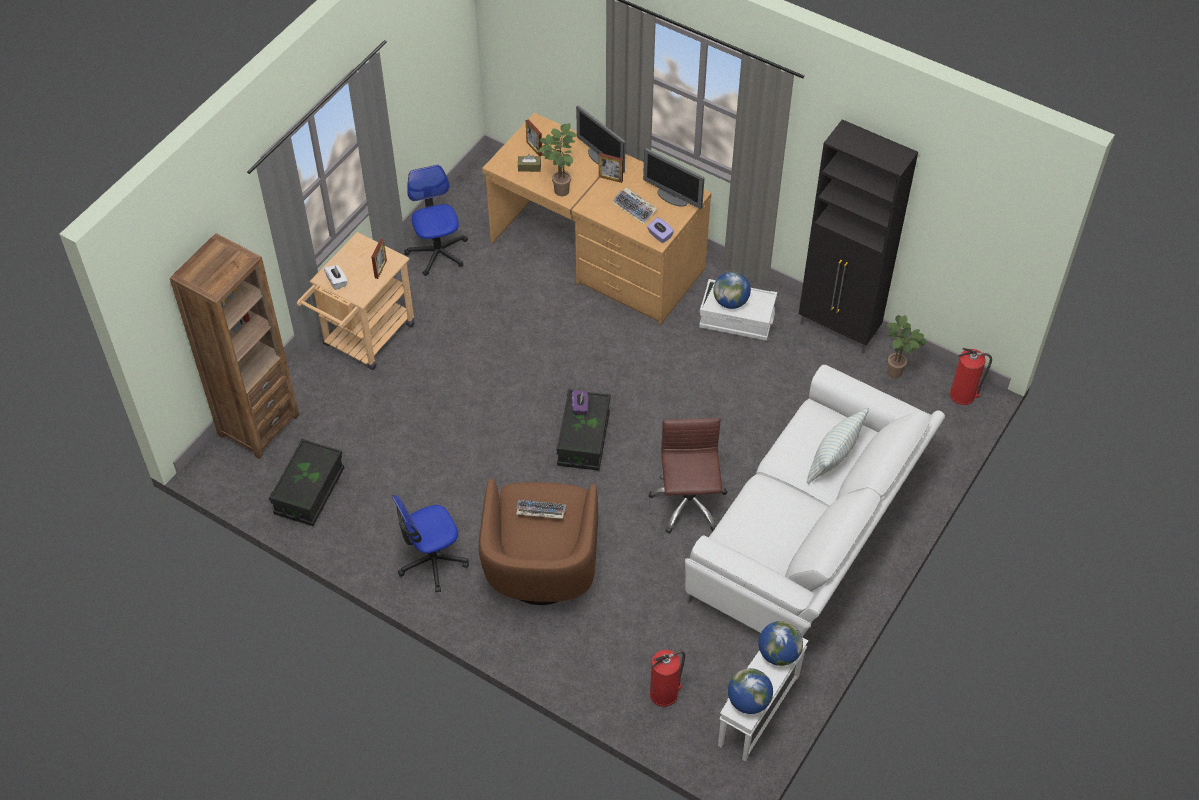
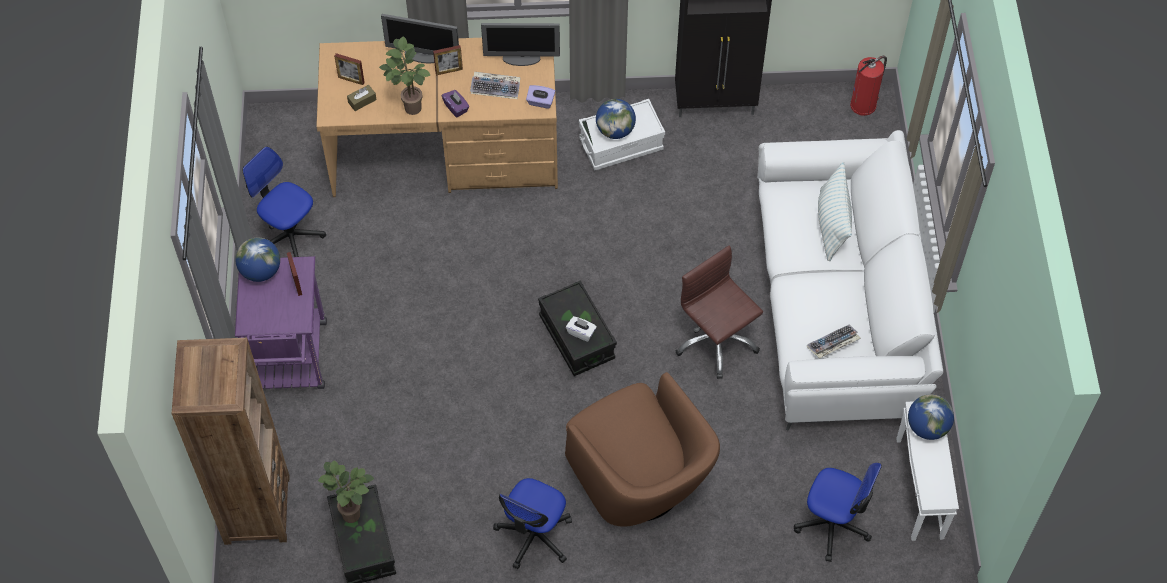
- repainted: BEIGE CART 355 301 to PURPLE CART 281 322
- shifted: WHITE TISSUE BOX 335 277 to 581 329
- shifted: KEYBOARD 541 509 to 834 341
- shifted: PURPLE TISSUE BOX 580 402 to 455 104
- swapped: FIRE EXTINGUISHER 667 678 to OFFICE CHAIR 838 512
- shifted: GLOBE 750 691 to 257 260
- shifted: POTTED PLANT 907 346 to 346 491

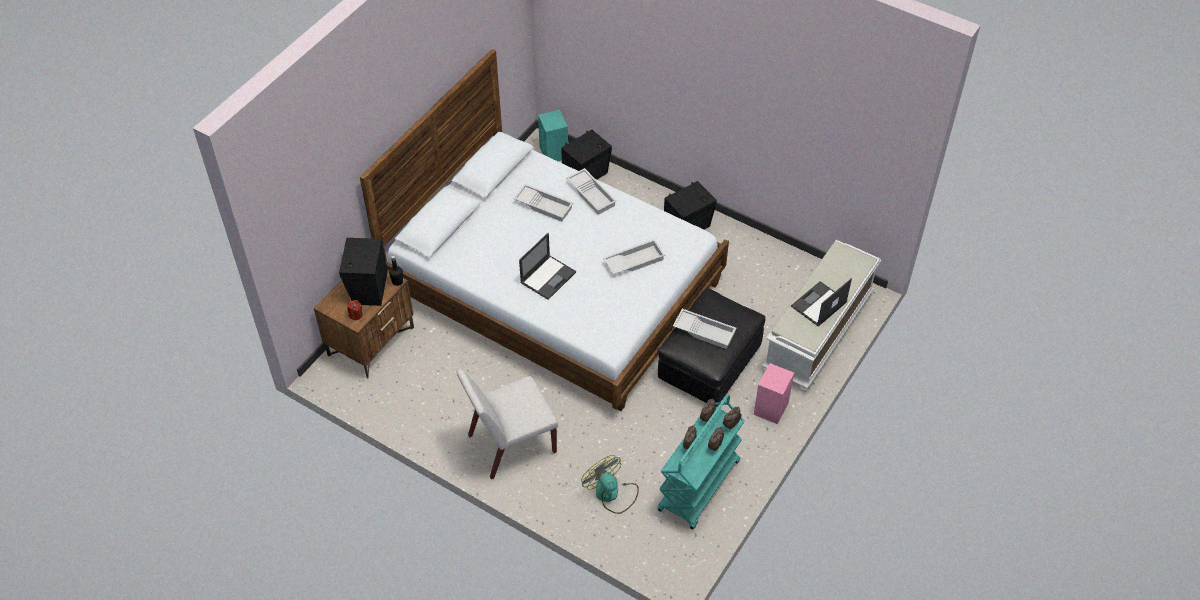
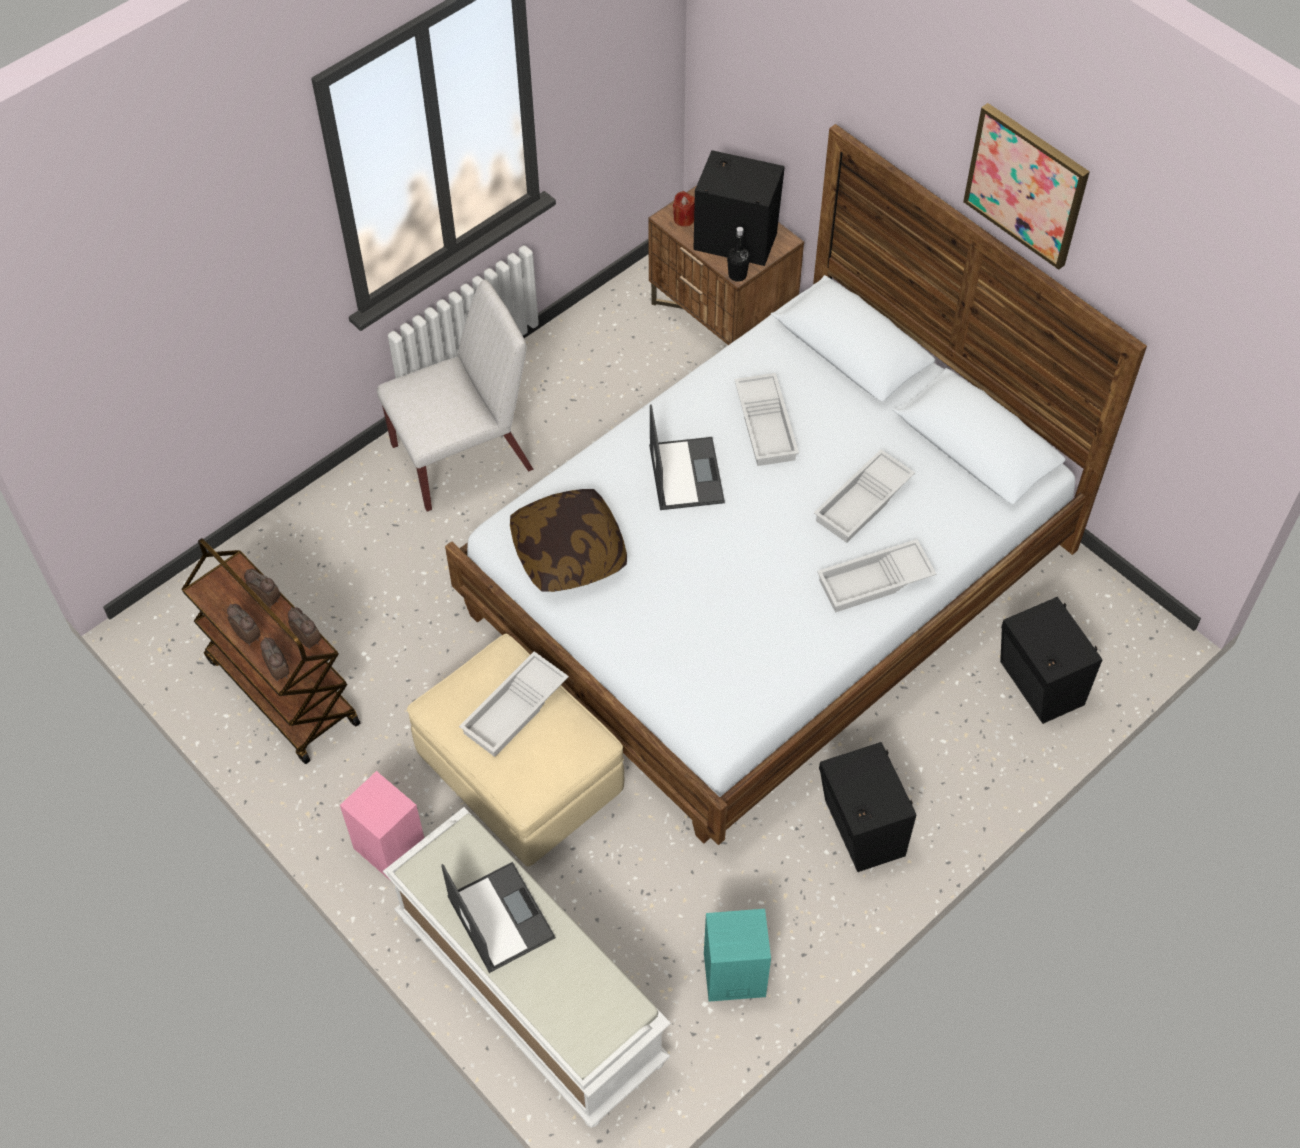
- rotated: WHITE CHAIR 507 424 = 455 396 75 degrees clockwise
- rotated: LAPTOP 547 266 = 687 457 150 degrees counterclockwise
- shifted: TURQUOISE SPEAKER 553 135 to 737 955
- gone: FAN 610 484
- shifted: WHITE TRAY 634 257 to 766 419
- repainted: TURQUOISE CART 700 461 to BROWN CART 270 651
- repainted: BLACK OTTOMAN 711 347 to BEIGE OTTOMAN 515 750
- new: PILLOW 568 540
- new: PICTURE 1026 186

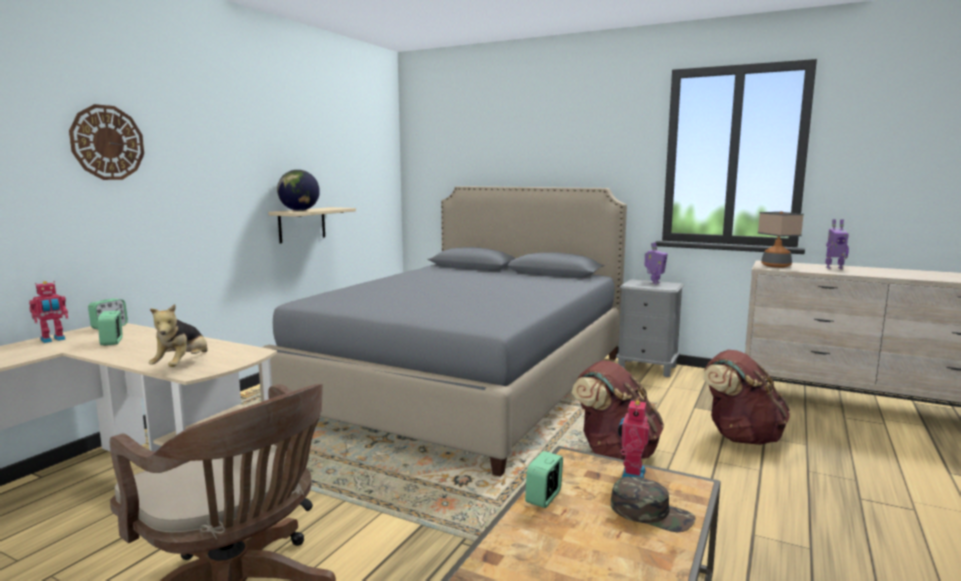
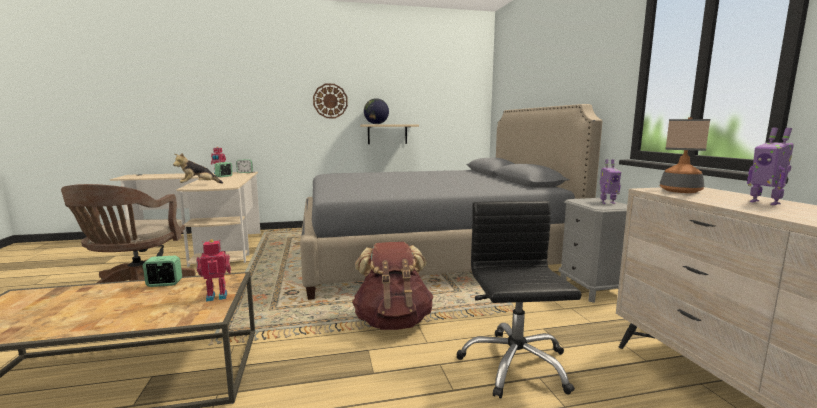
- shifted: WALL CLOCK 106 142 to 330 101
- gone: GREEN CAP 653 504
- swapped: BROWN BACKPACK 746 397 to BLACK OFFICE CHAIR 519 300

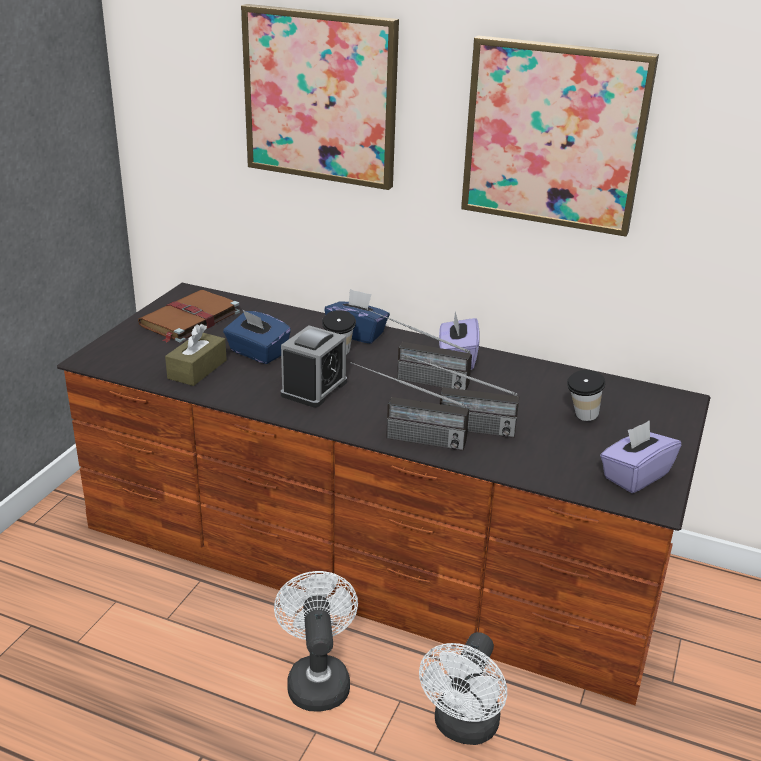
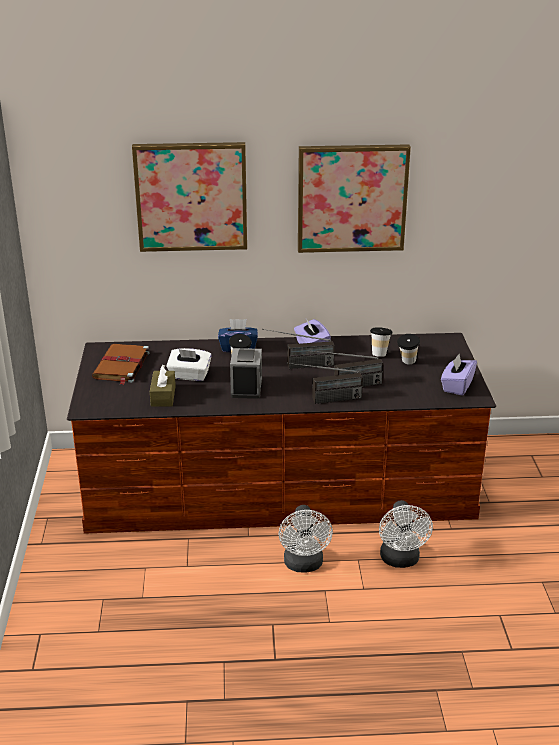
- repainted: BLUE TISSUE BOX 257 336 to WHITE TISSUE BOX 189 364
- rotated: WHITE FAN 316 641 = 306 539 150 degrees counterclockwise
- new: CUP 381 342

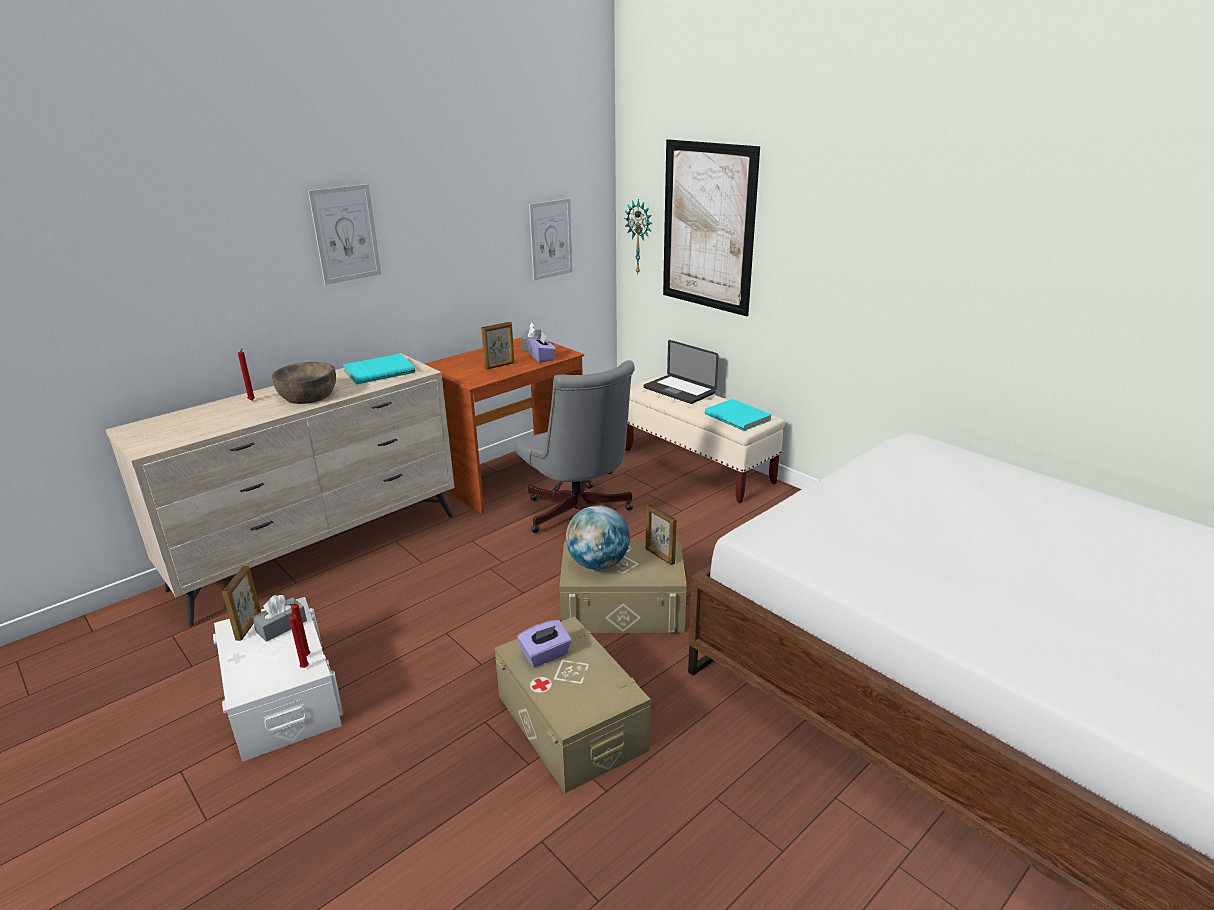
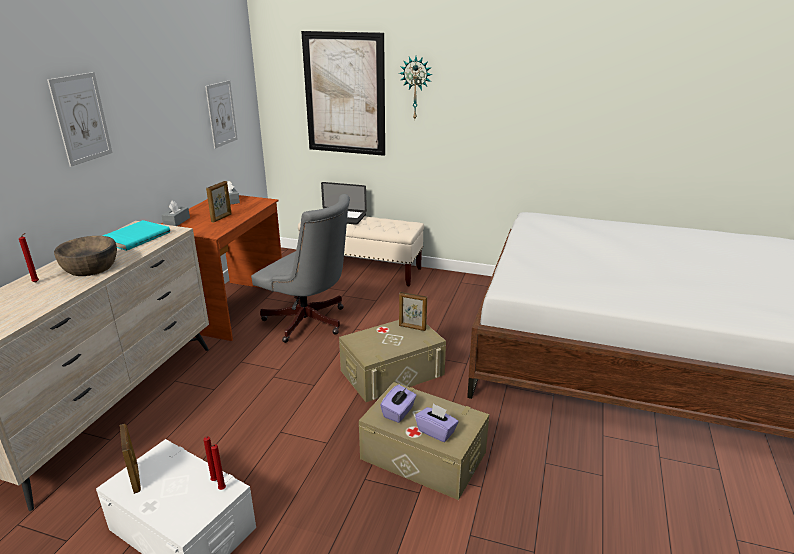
- shifted: GREY TISSUE BOX 279 618 to 176 213
- shifted: PURPLE TISSUE BOX 541 347 to 436 422
- gone: GLOBE 598 537
- shifted: WALL CLOCK 638 236 to 415 87
- gone: TURQUOISE BOOK 738 415

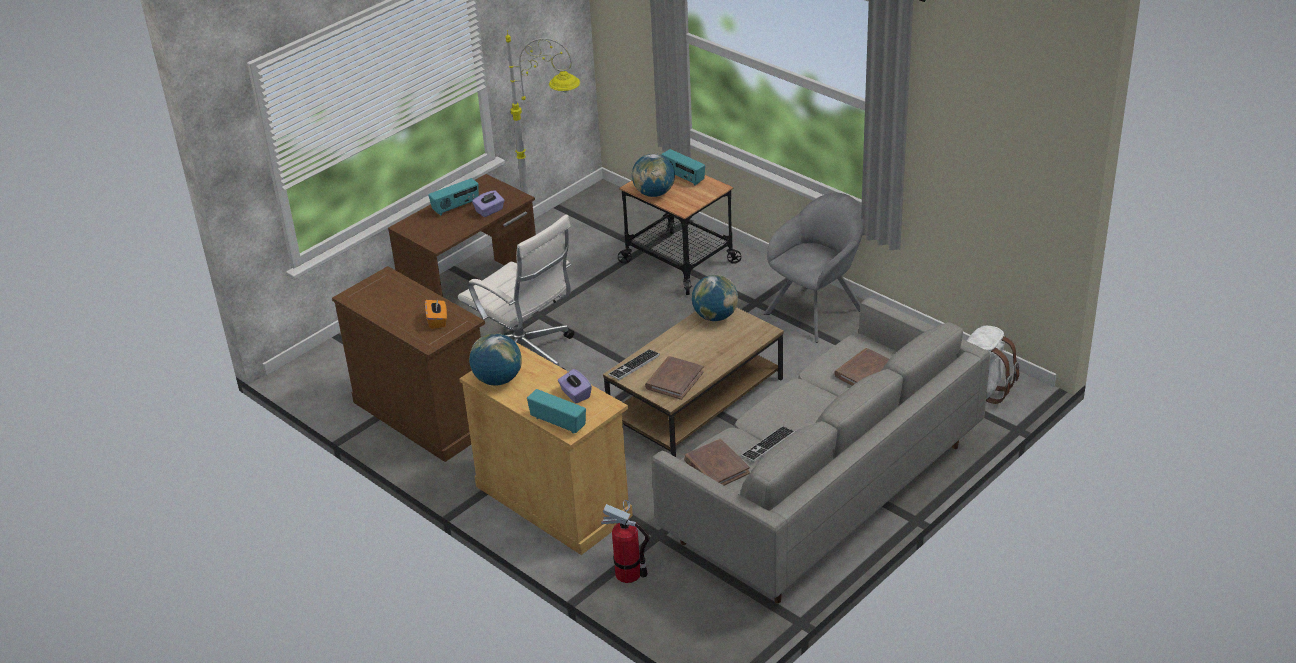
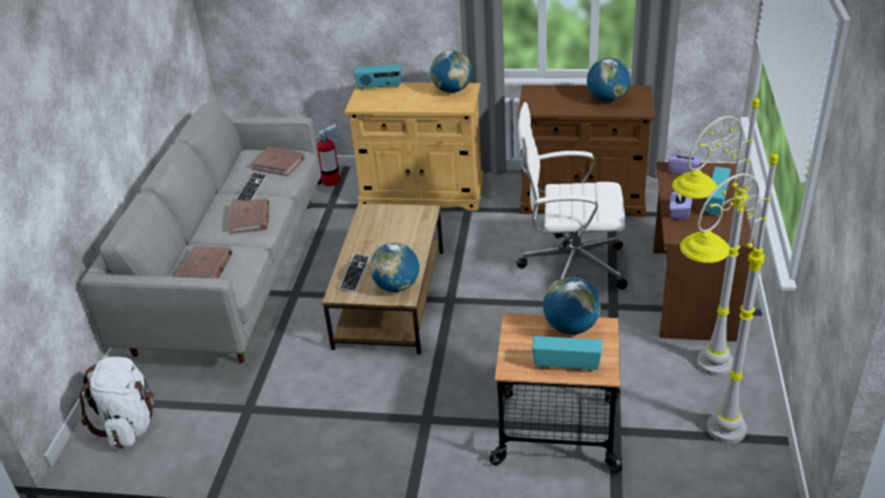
- gone: ORANGE TISSUE BOX 436 314
- shifted: PURPLE TISSUE BOX 575 386 to 684 161
- shifted: KEYBOARD 634 364 to 354 273
- shifted: BROWN BOOK 674 378 to 248 216
- gone: GREY ARMCHAIR 814 268
- new: GLOBE 609 80
- new: GREY FLOOR LAMP 729 295

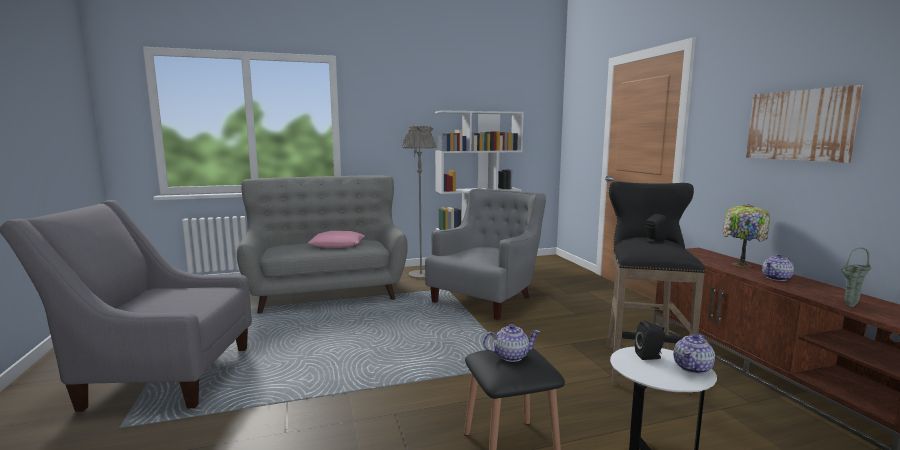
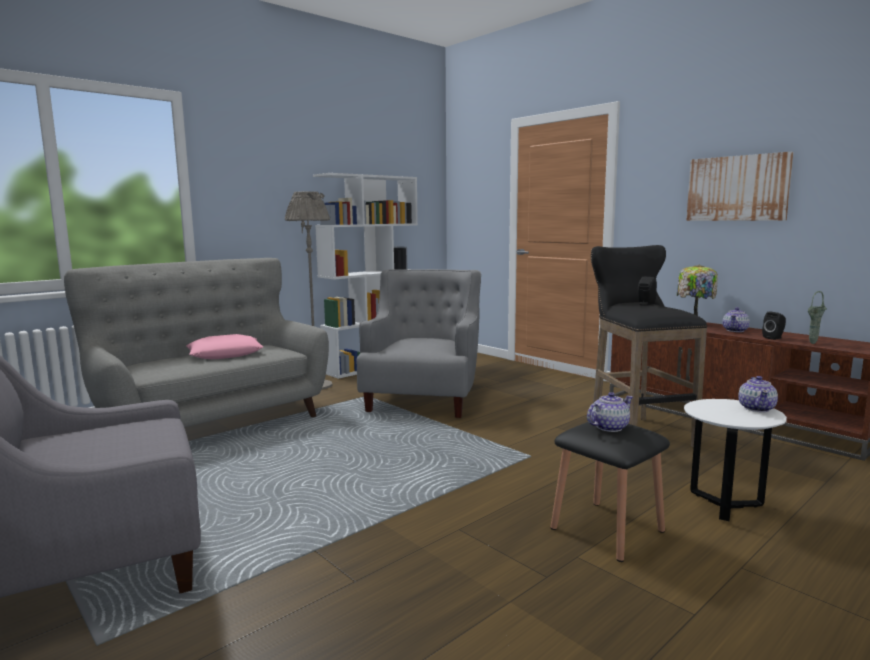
- shifted: BLACK SPEAKER 650 340 to 774 325

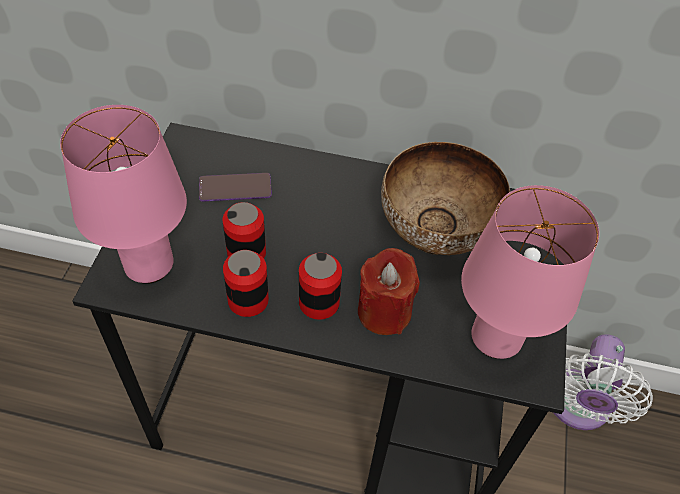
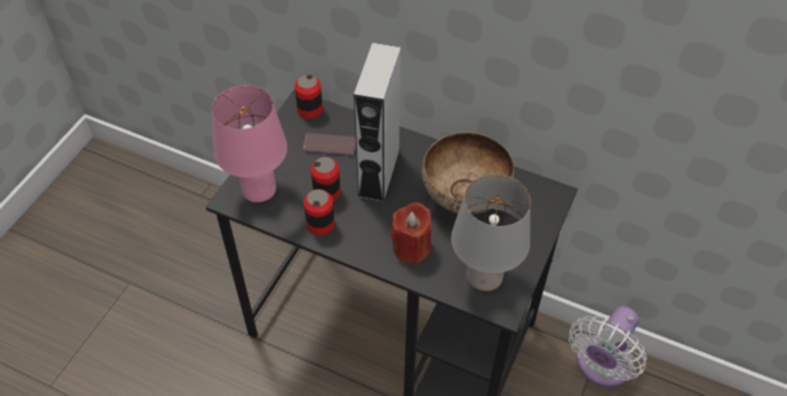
- shifted: CAN 320 286 to 309 97
- repainted: PINK TABLE LAMP 530 272 to GREY TABLE LAMP 491 232
- new: GREY SPEAKER 377 123

